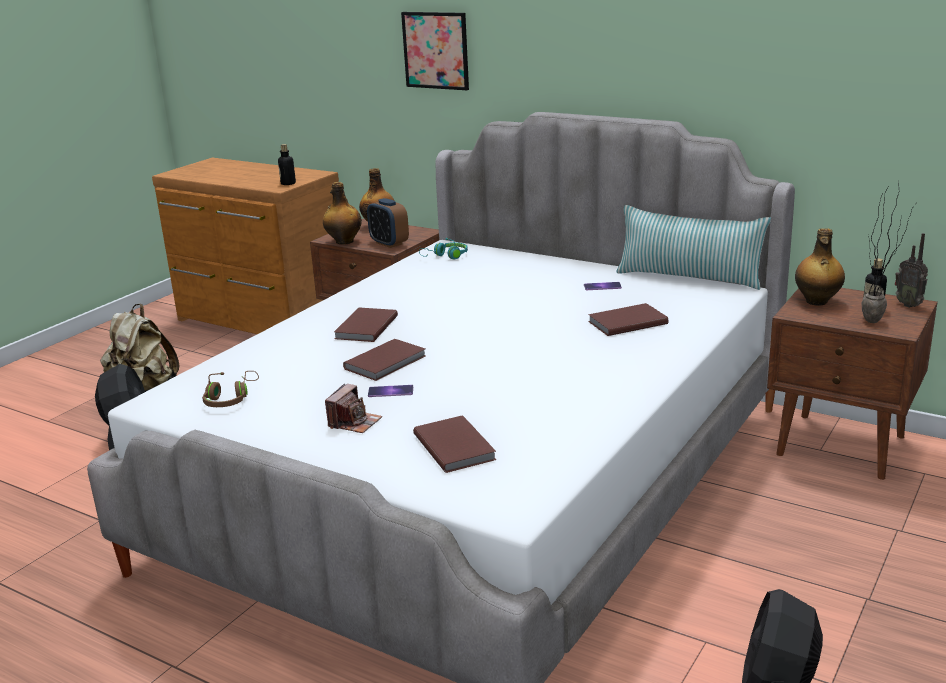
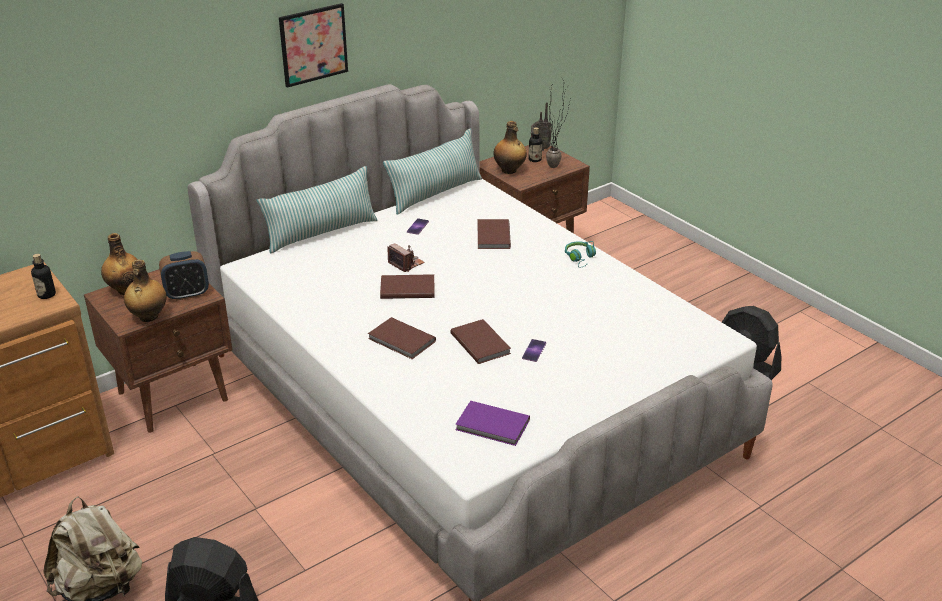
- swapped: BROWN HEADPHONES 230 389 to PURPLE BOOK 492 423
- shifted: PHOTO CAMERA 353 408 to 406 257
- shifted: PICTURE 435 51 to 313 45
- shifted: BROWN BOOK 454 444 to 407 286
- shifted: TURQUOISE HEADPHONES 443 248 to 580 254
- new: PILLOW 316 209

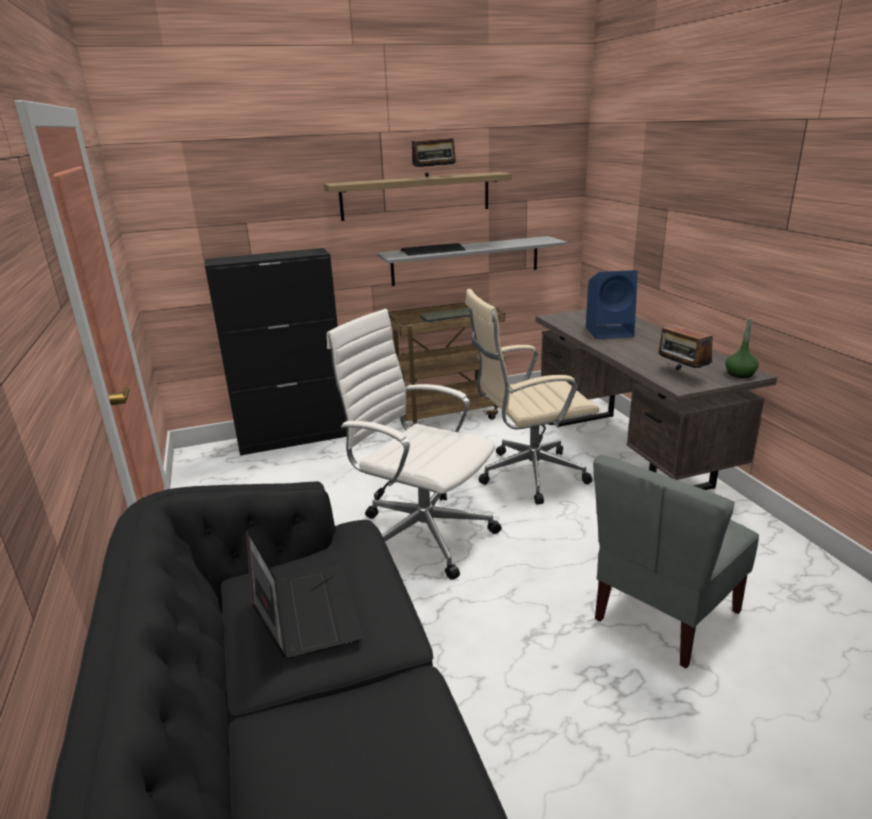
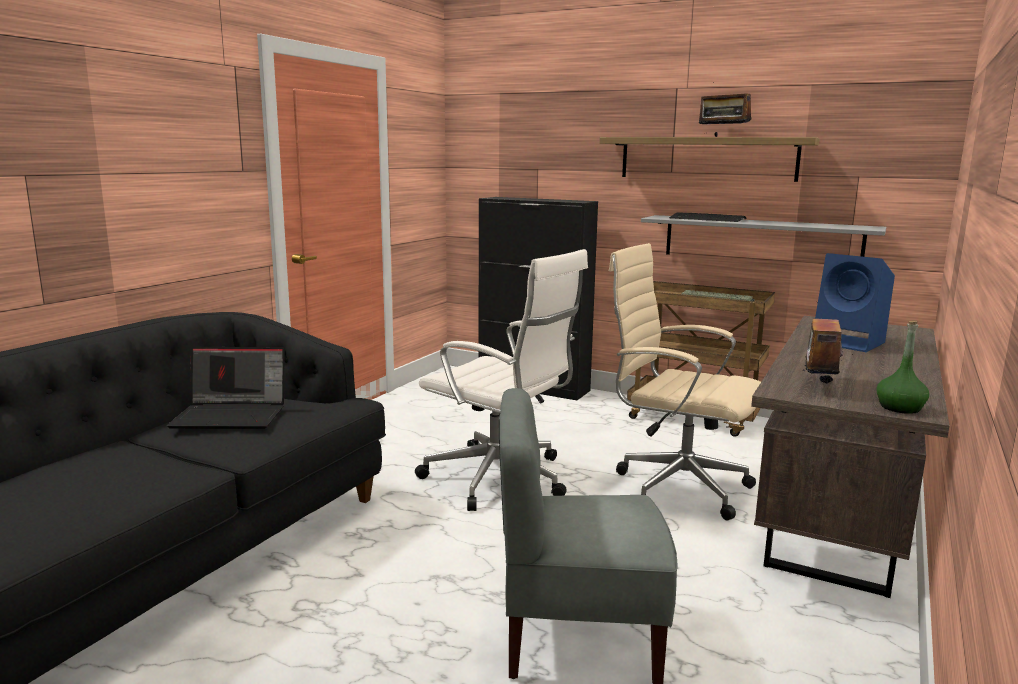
- rotated: LAPTOP 304 594 = 226 388 60 degrees clockwise
- rotated: WHITE OFFICE CHAIR 414 444 = 501 380 135 degrees clockwise

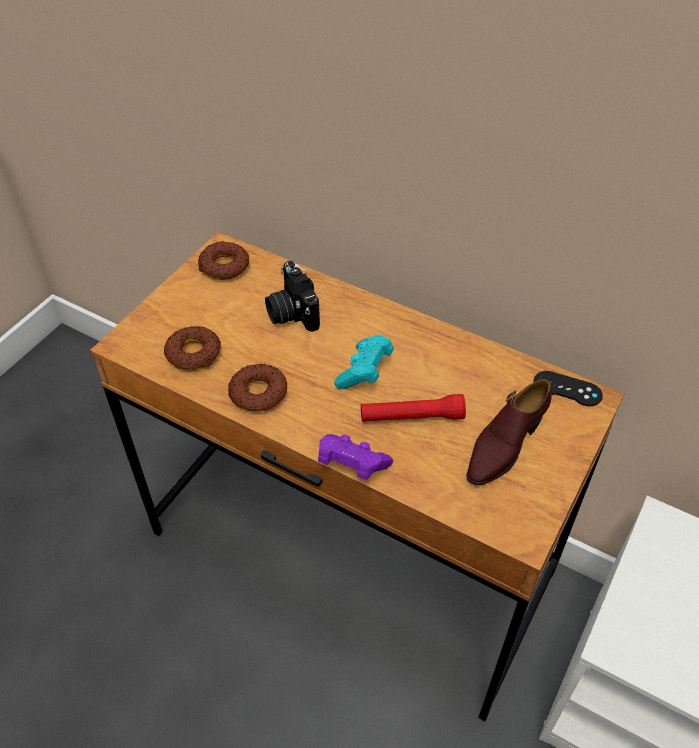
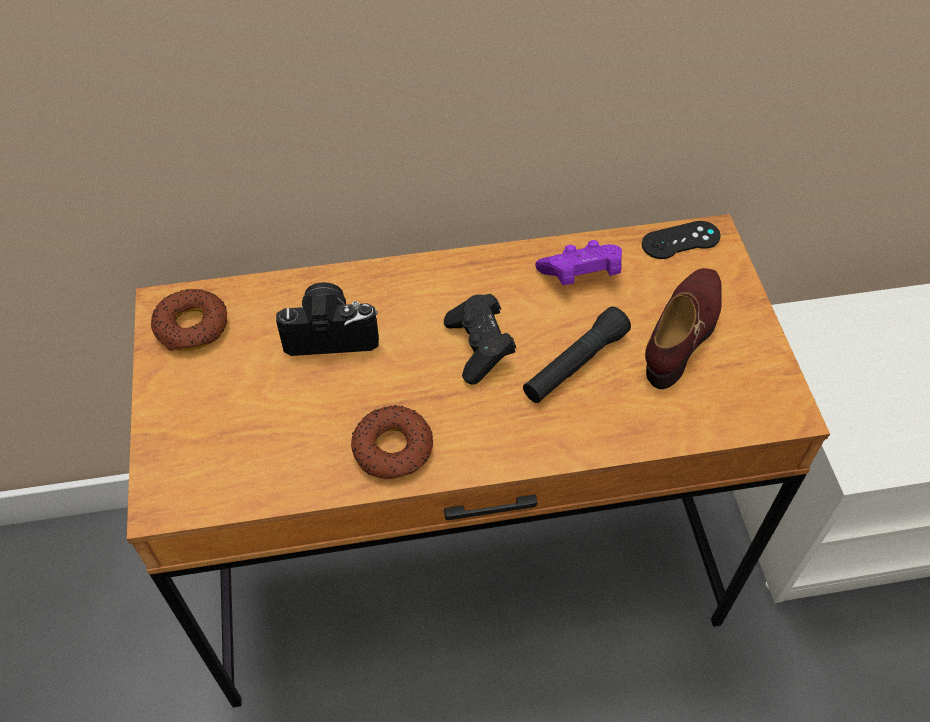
- gone: DONUT 192 348
- rotated: PHOTO CAMERA 292 296 = 327 319 150 degrees clockwise
- shifted: PURPLE GAME CONTROLLER 355 457 to 578 262
- repainted: TURQUOISE GAME CONTROLLER 364 362 to BLACK GAME CONTROLLER 480 339
- repainted: RED FLASHLIGHT 413 408 to BLACK FLASHLIGHT 577 354
- rotated: BROWN SHOE 509 432 = 683 328 150 degrees counterclockwise

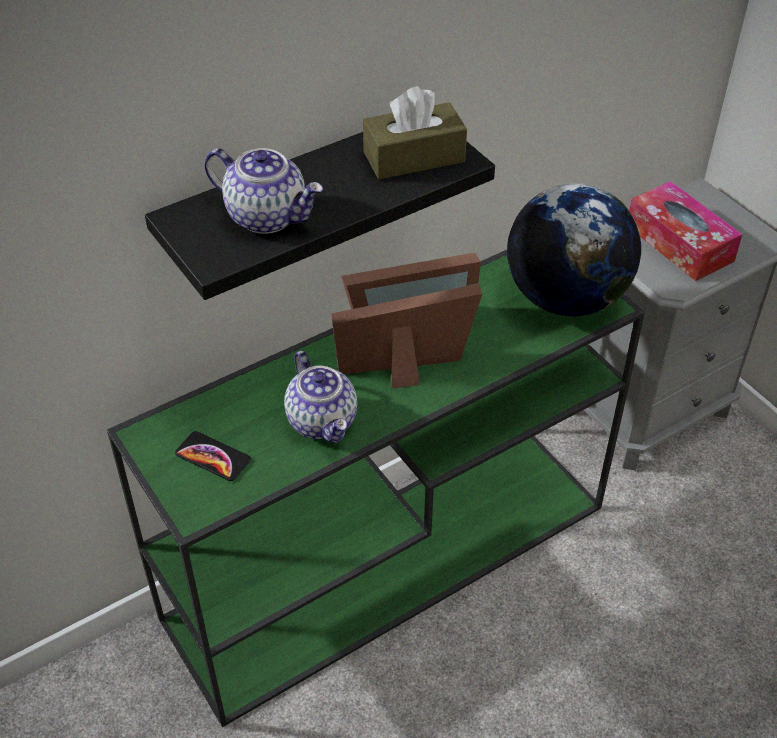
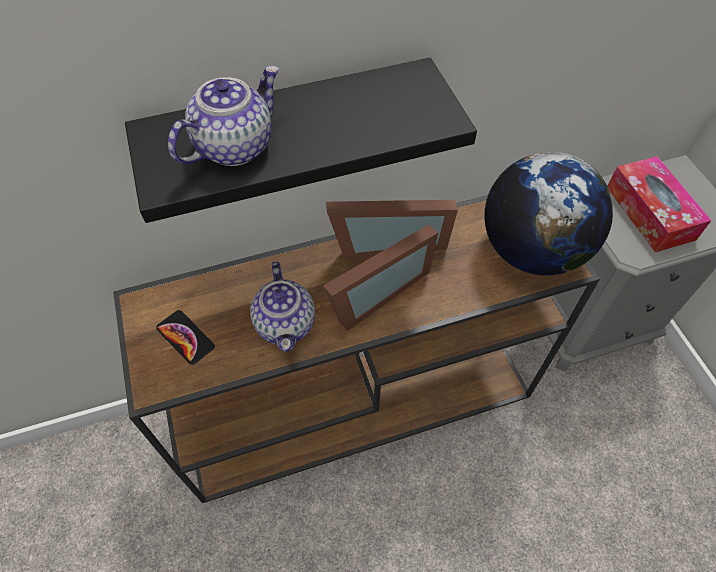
- repainted: GREEN CONSOLE TABLE 376 488 to BROWN CONSOLE TABLE 356 349
- rotated: TEAPOT 263 191 = 223 116 90 degrees counterclockwise
- rotated: PICTURE FRAME 406 335 = 380 277 135 degrees clockwise
- gone: BROWN TISSUE BOX 415 132

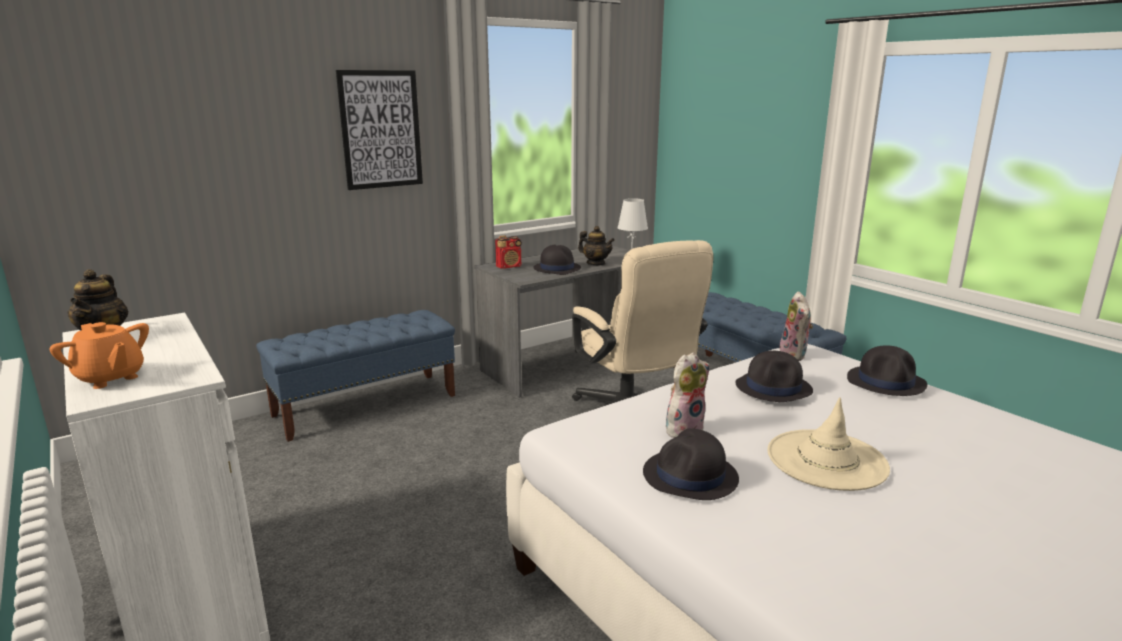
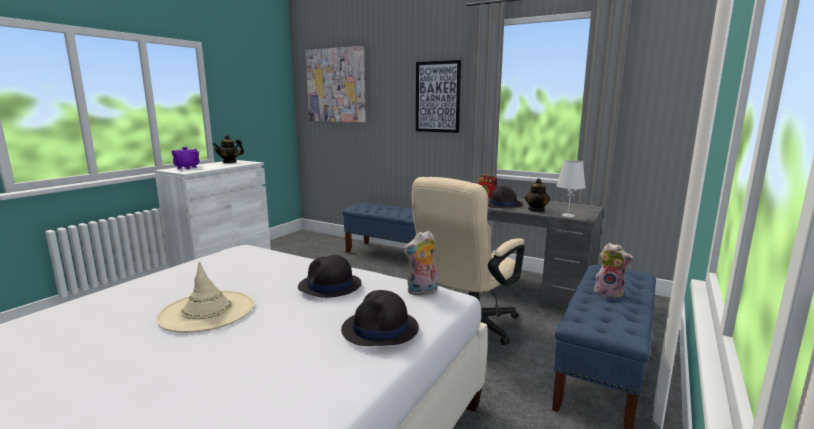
- repainted: ORANGE TEAPOT 99 355 to PURPLE TEAPOT 186 158
- gone: BLACK HAT 691 464
- shifted: PLUSH TOY 688 395 to 614 271
- new: PICTURE 335 84

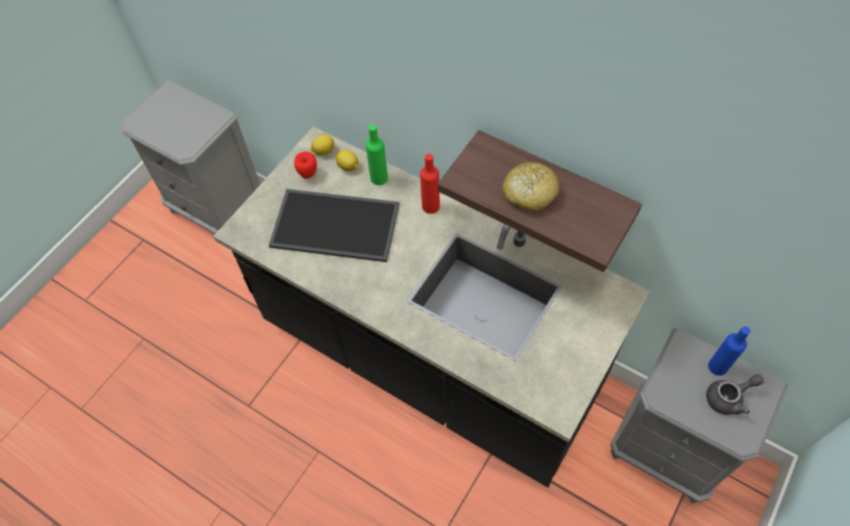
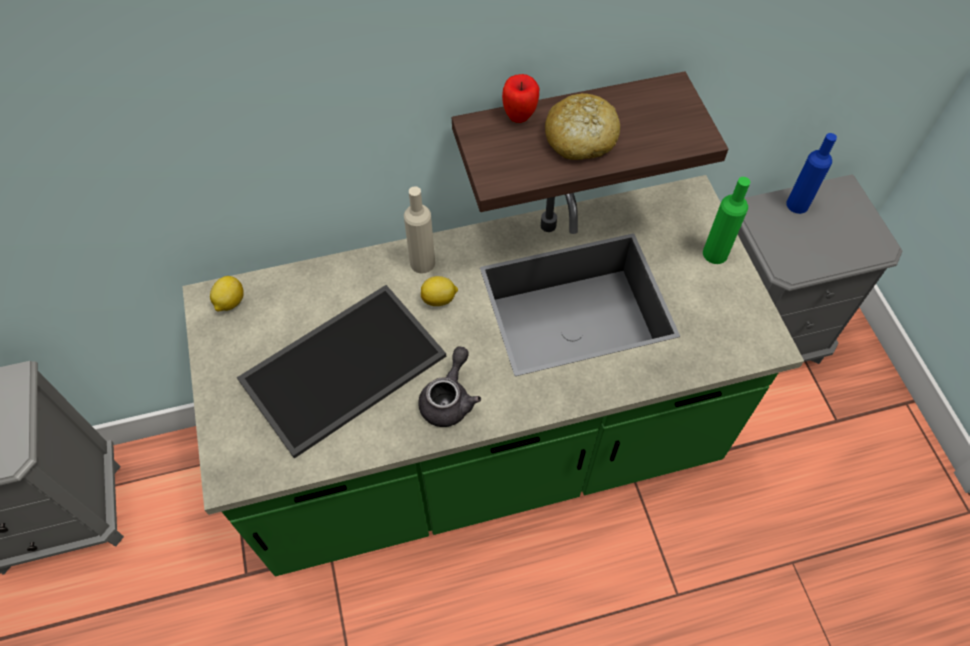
- repainted: BLACK COUNTER 431 307 to GREEN COUNTER 493 375
- shifted: APPLE 305 165 to 520 98
- shifted: LEMON 347 160 to 439 291
- shifted: GREEN BOTTLE 377 155 to 726 220
- repainted: RED BOTTLE 430 184 to BEIGE BOTTLE 419 230
- shifted: GREY TEAPOT 735 394 to 449 387

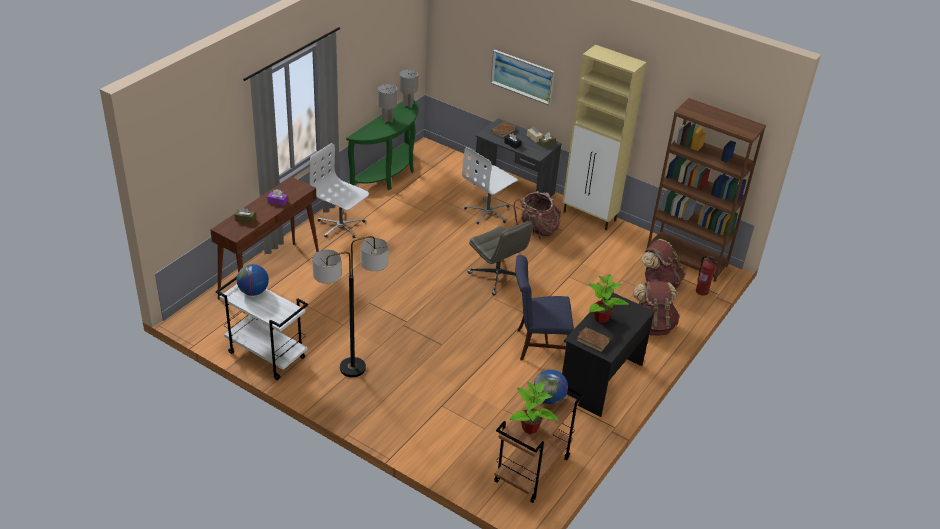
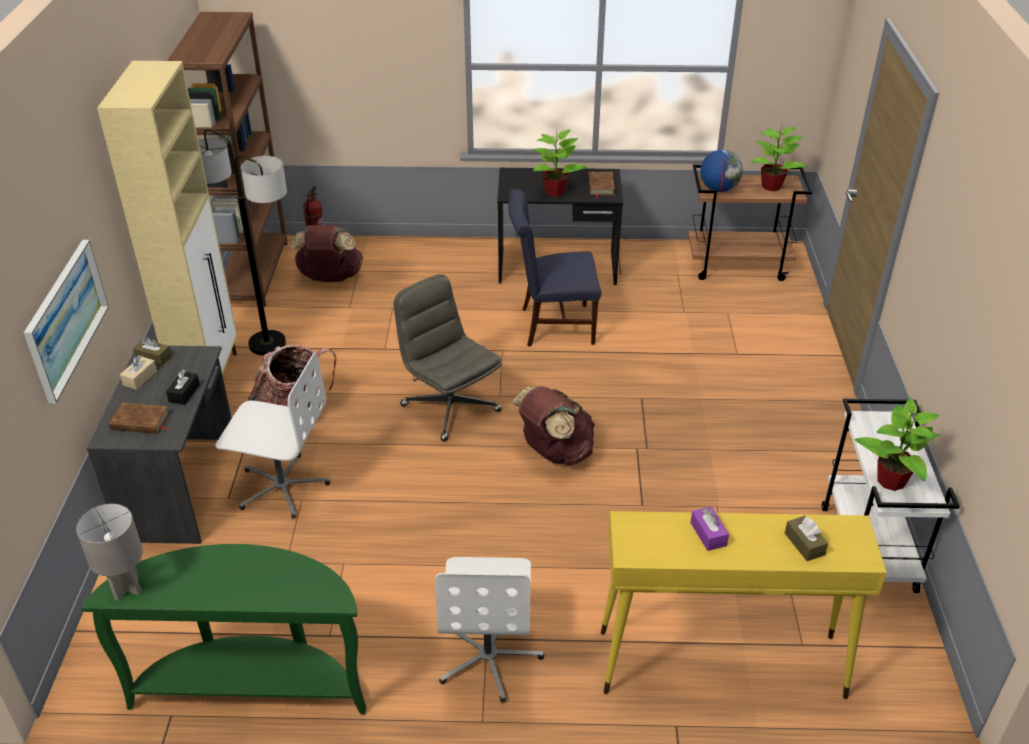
- repainted: BROWN CONSOLE TABLE 264 245 to YELLOW CONSOLE TABLE 744 605
- swapped: GLOBE 253 280 to POTTED PLANT 897 444
- shifted: FLOOR LAMP 350 306 to 242 242
- gone: GREY TABLE LAMP 388 103
- rotated: GREY OFFICE CHAIR 500 258 = 448 357 60 degrees counterclockwise
- rotated: BLUE CHAIR 544 308 = 554 268 120 degrees clockwise
- shifted: BROWN BACKPACK 657 308 to 553 425

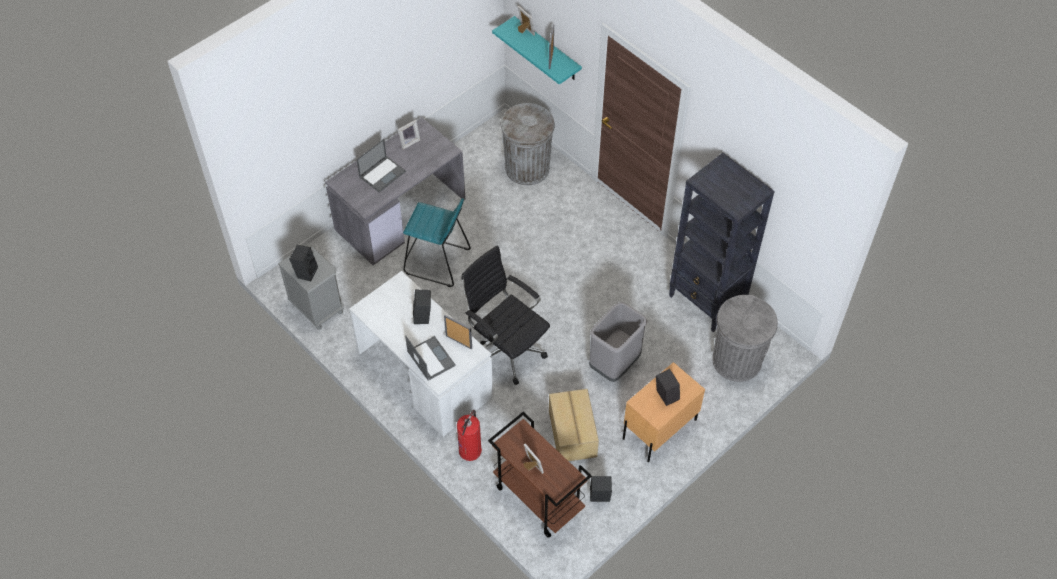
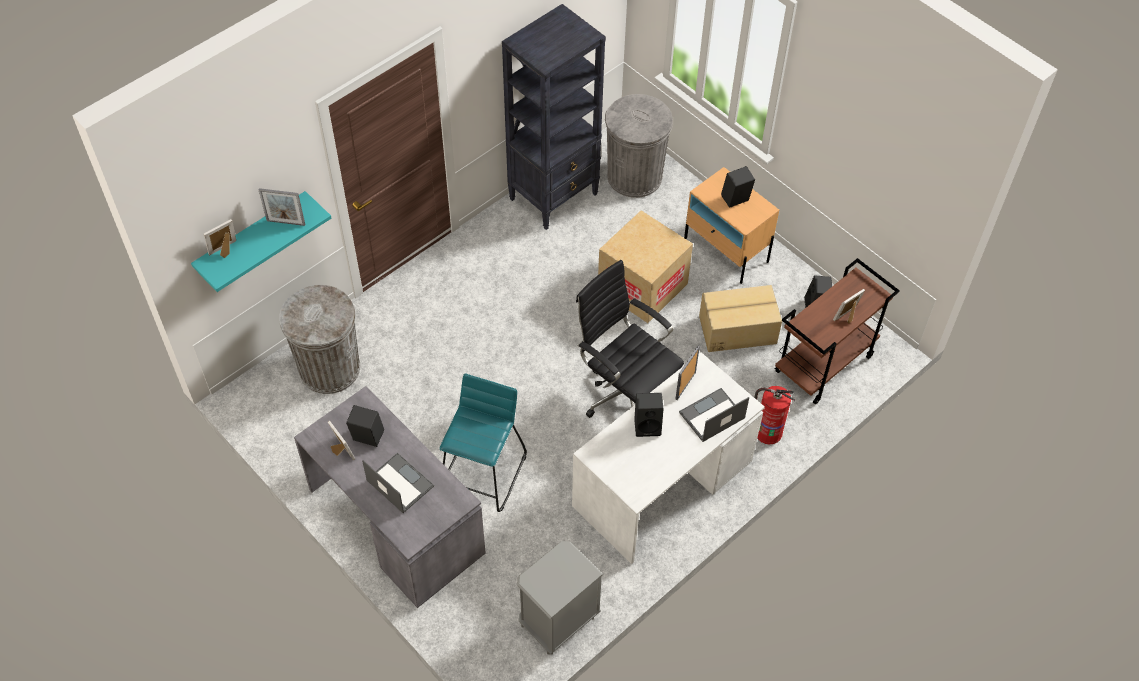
- shifted: BLACK SPEAKER 303 263 to 365 426
- rotated: BLACK OFFICE CHAIR 505 315 = 630 339 90 degrees clockwise
- swapped: GREY TRASH CAN 618 342 to CARDBOARD BOX 645 266

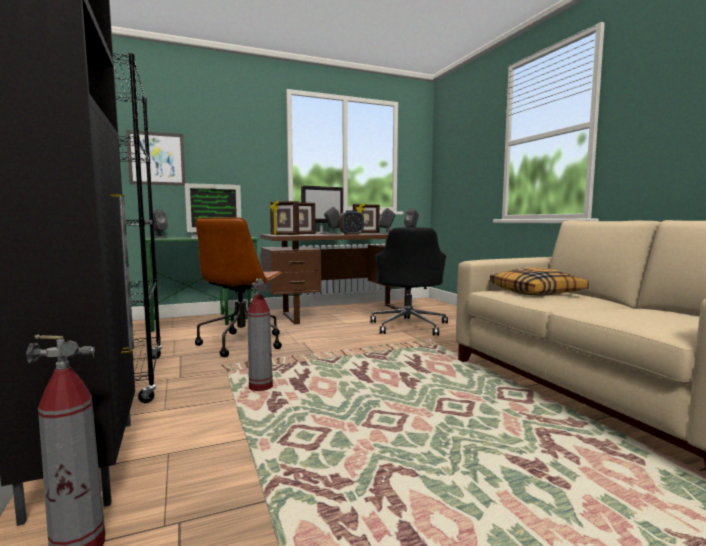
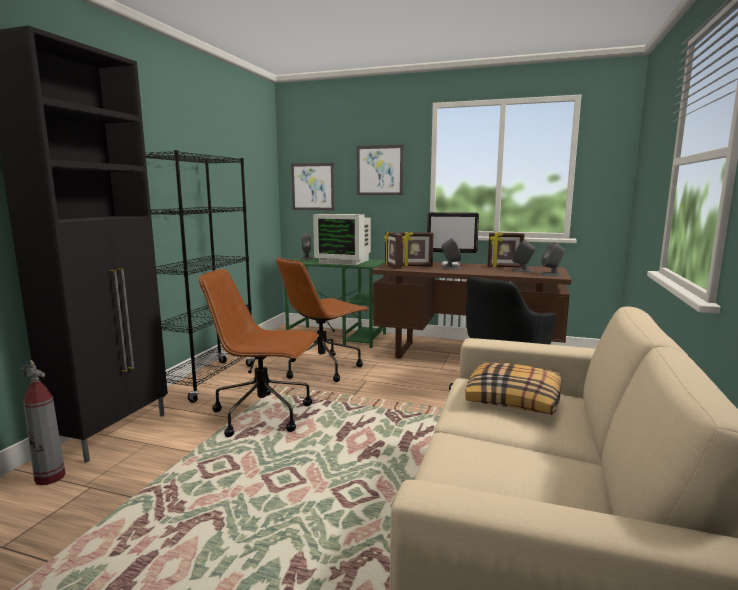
- swapped: FIRE EXTINGUISHER 260 334 to BROWN OFFICE CHAIR 259 353
- gone: ALARM CLOCK 351 222
- new: PICTURE 380 170

